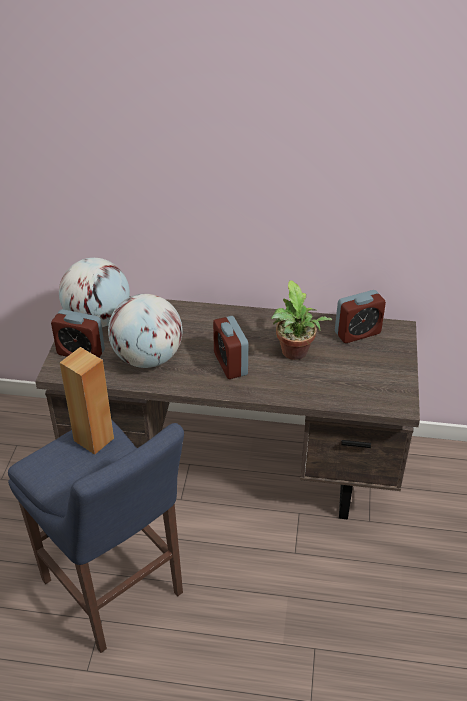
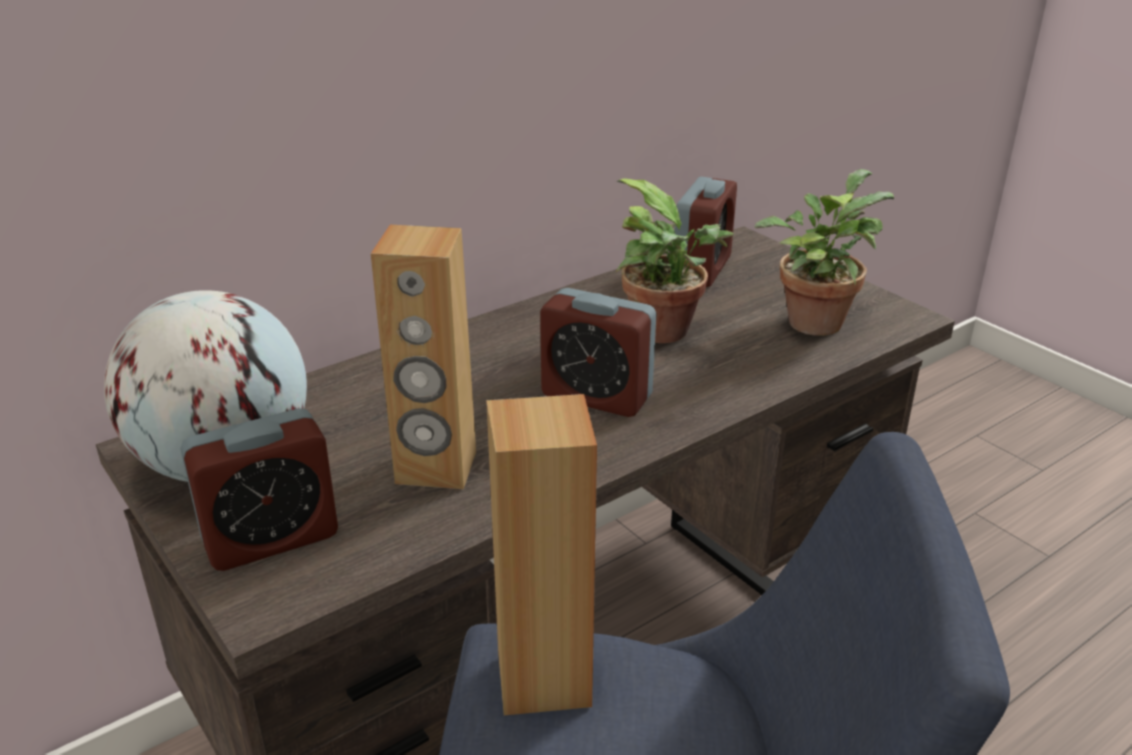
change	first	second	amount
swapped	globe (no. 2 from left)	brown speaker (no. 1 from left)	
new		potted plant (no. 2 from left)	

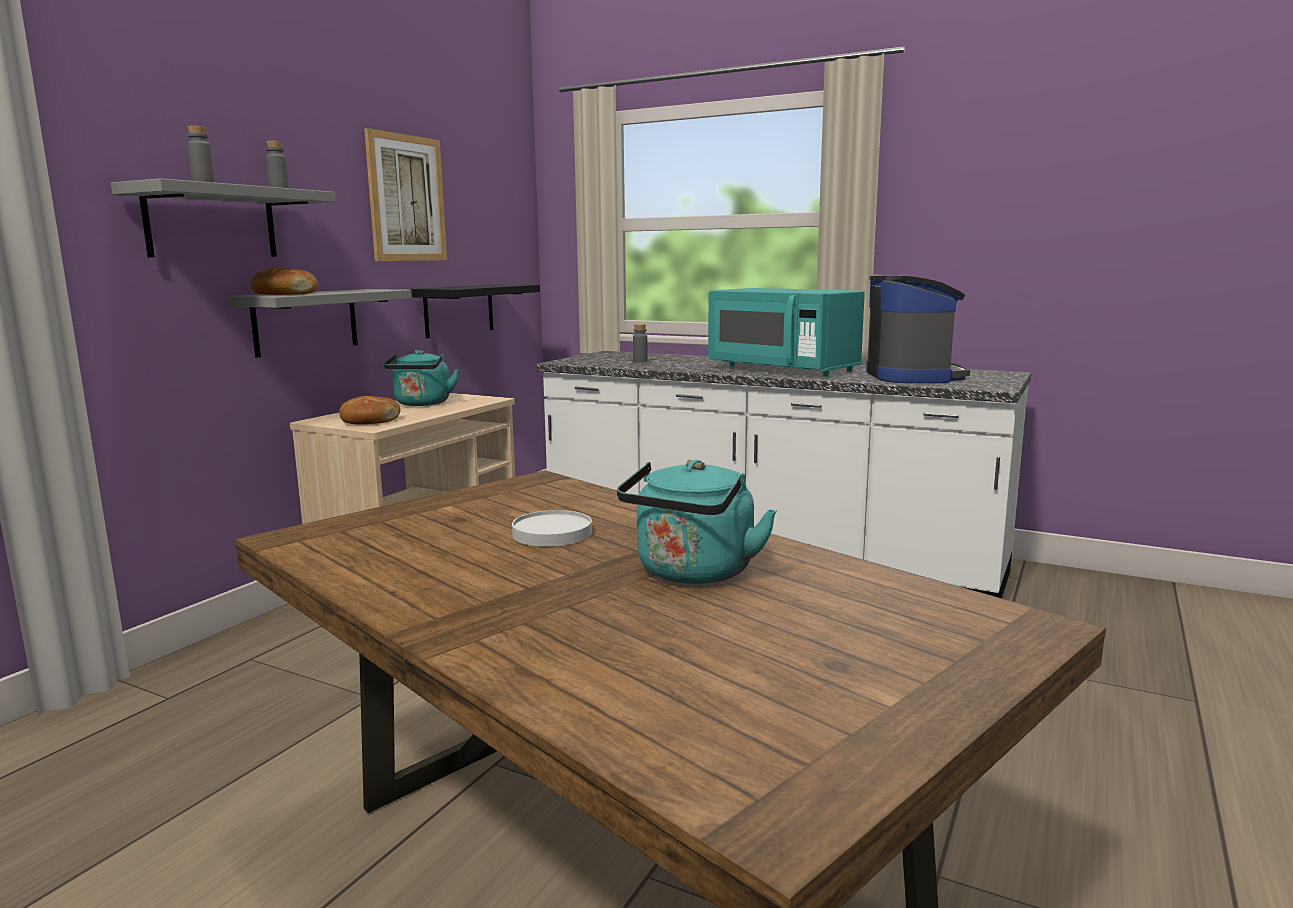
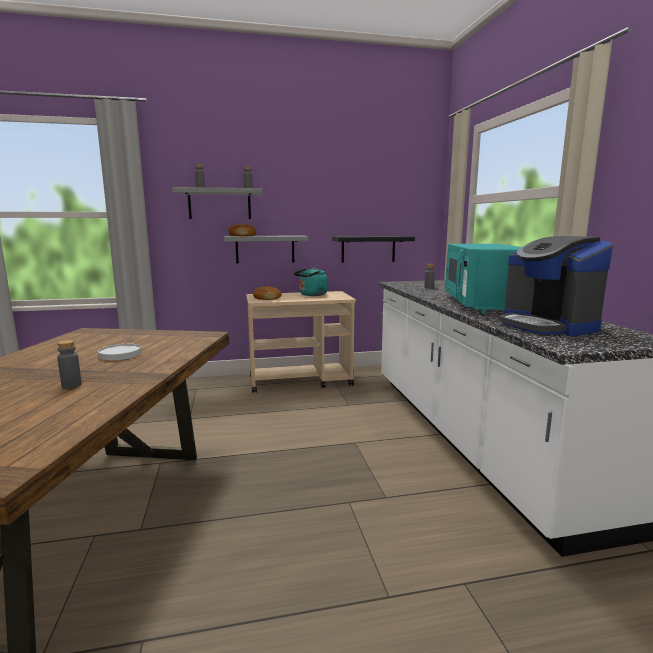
change	first	second	amount
gone	picture		
swapped	turquoise kettle (no. 2 from left)	grey bottle (no. 1 from left)	
rotated	coffee machine		105 degrees clockwise

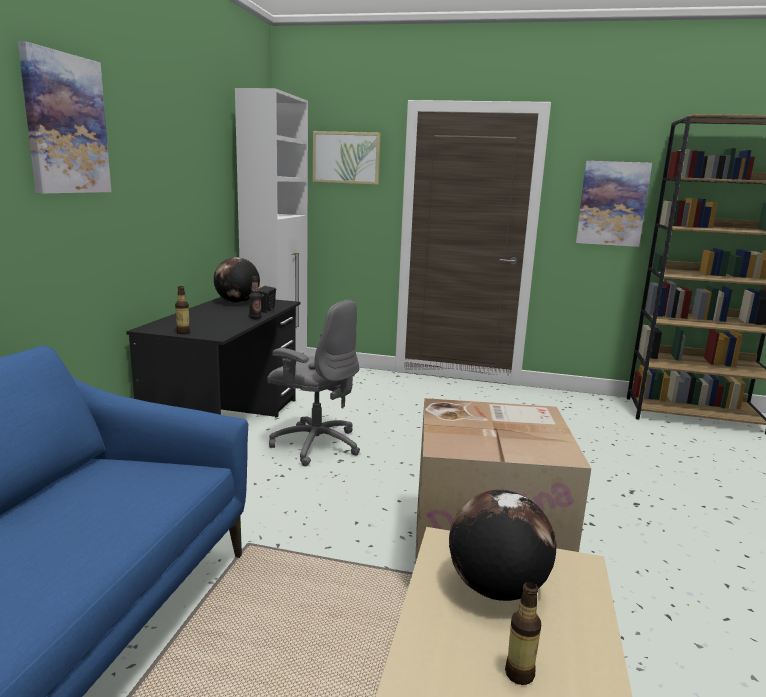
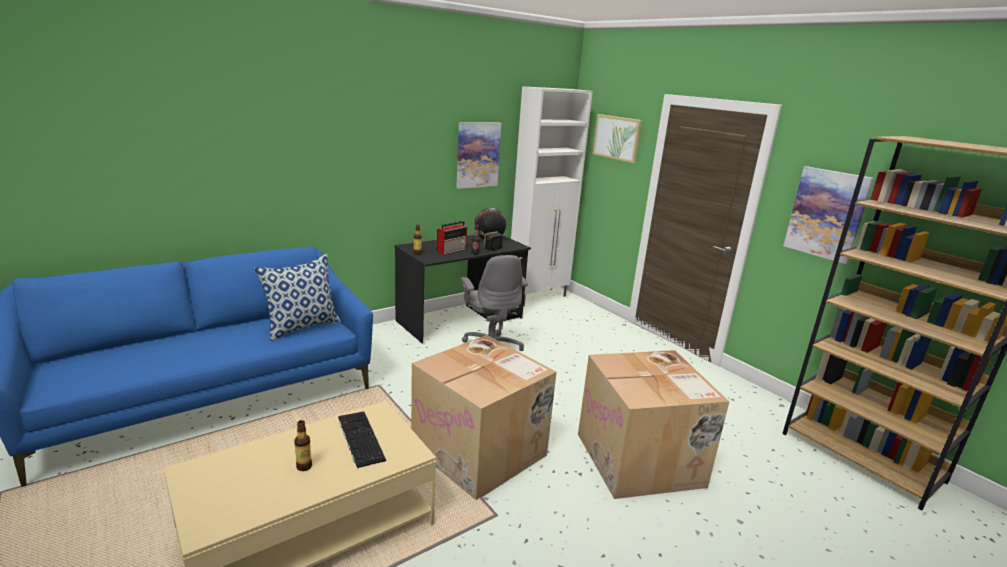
change	first	second	amount
shifted	picture (no. 1 from left)		
swapped	globe (no. 2 from left)	keyboard	
new		pillow	
new		radio	
new		cardboard box (no. 2 from left)	

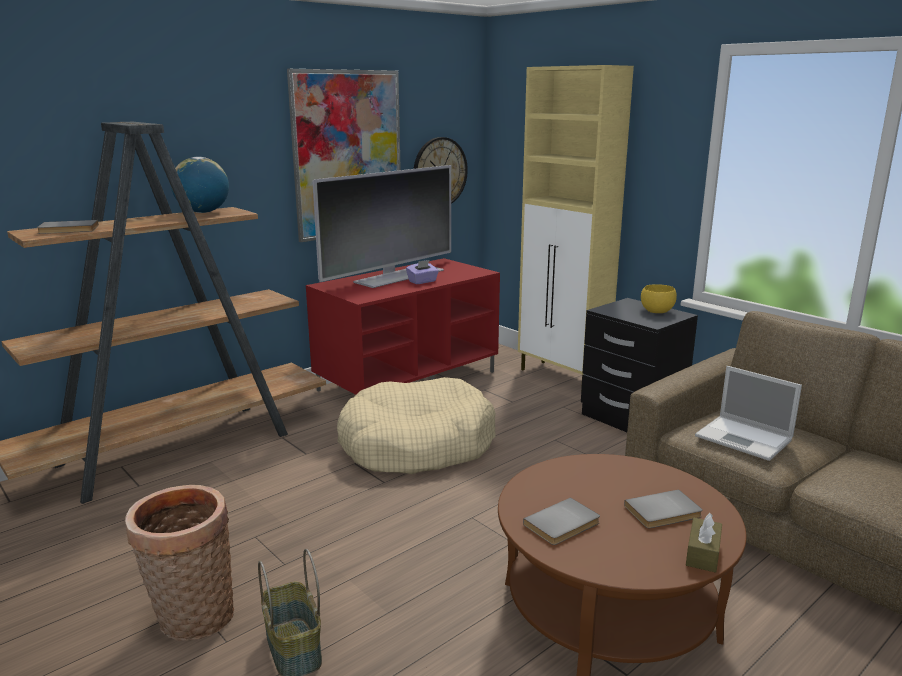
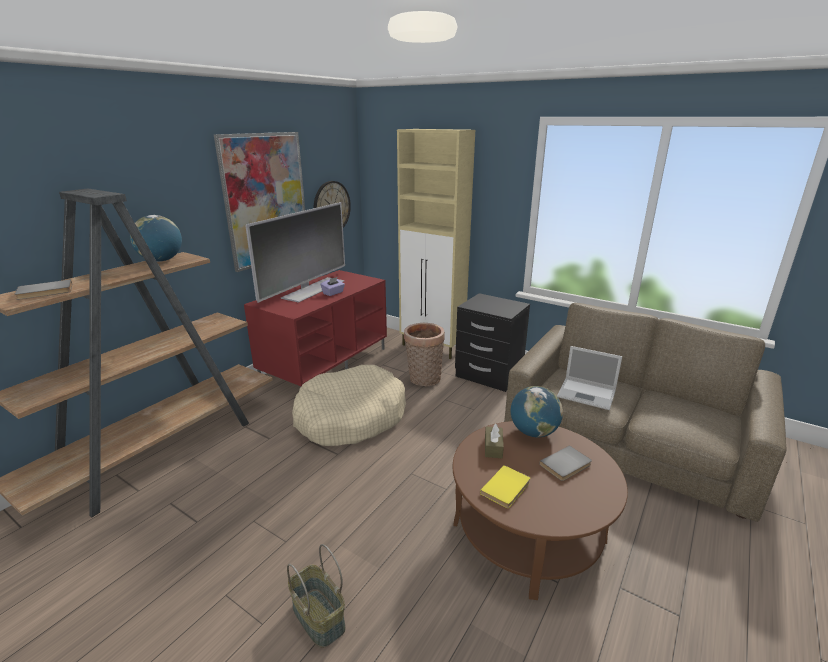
change	first	second	amount
shifted	basket (no. 1 from left in the first image)	basket (no. 2 from left)	
repainted	grey book (no. 2 from left)	yellow book	
gone	yellow bowl		
shifted	brown tissue box		
new		globe (no. 2 from left)	

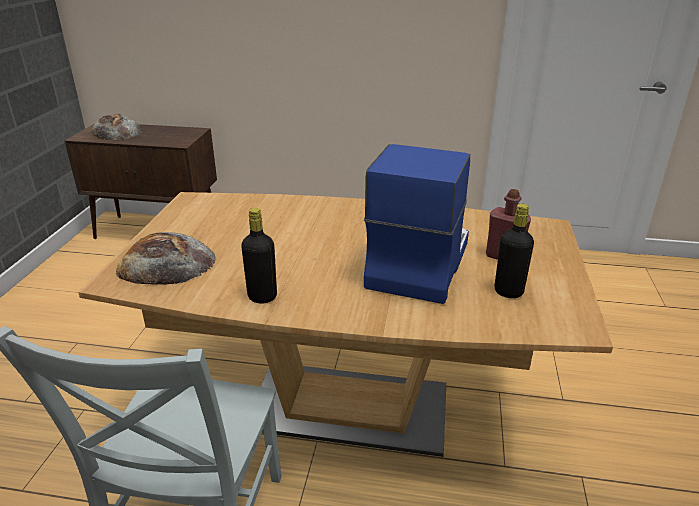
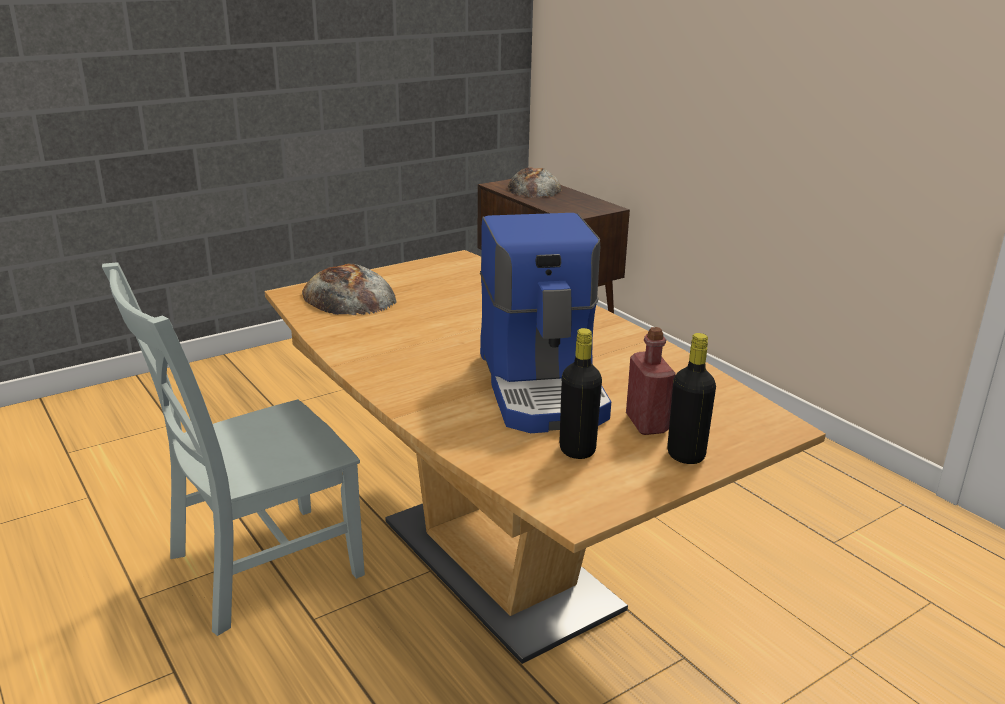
change	first	second	amount
shifted	black bottle (no. 1 from left in the first image)	black bottle (no. 2 from left)	
rotated	coffee machine		105 degrees clockwise

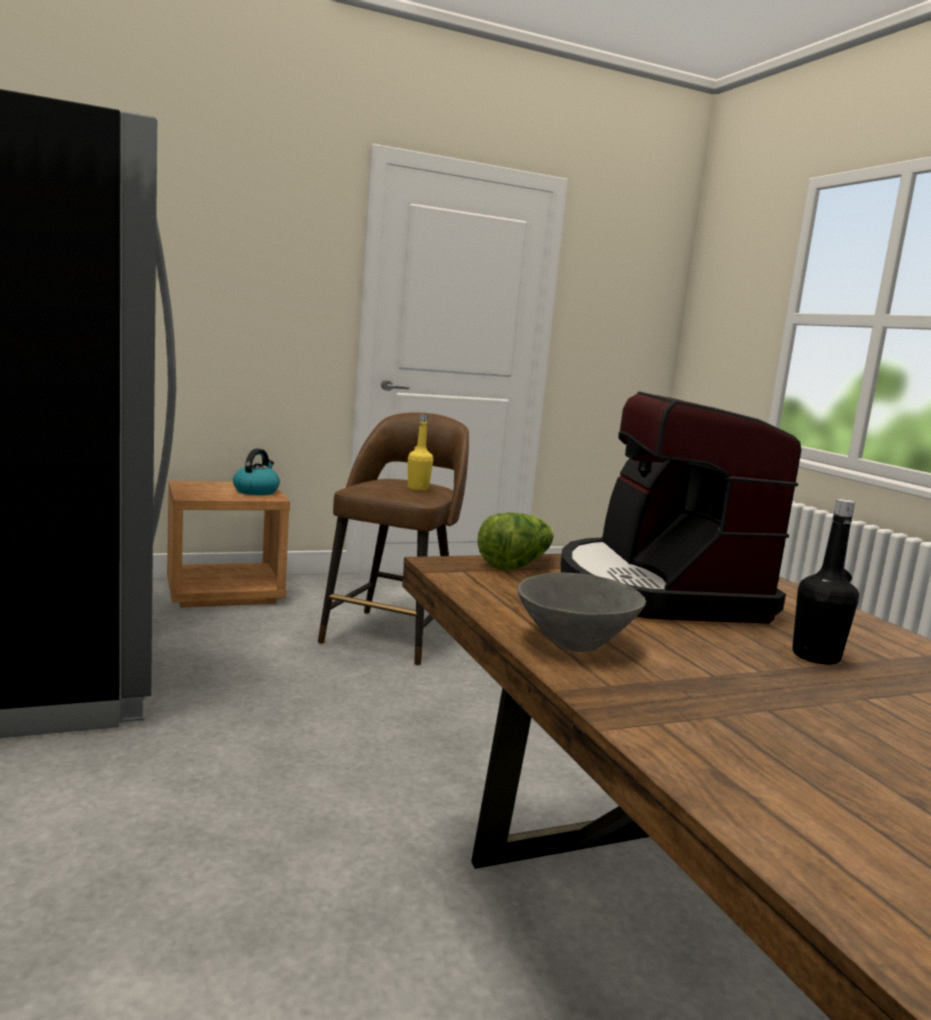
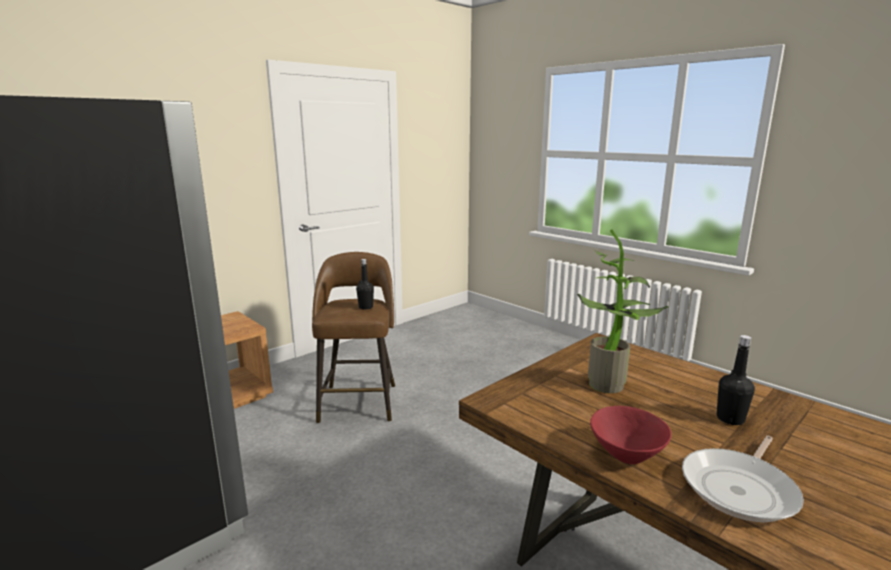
change	first	second	amount
gone	kettle		
repainted	yellow bottle	black bottle (no. 1 from left)	
gone	lettuce		
repainted	grey bowl	red bowl	
swapped	coffee machine	potted plant	
new		frying pan	

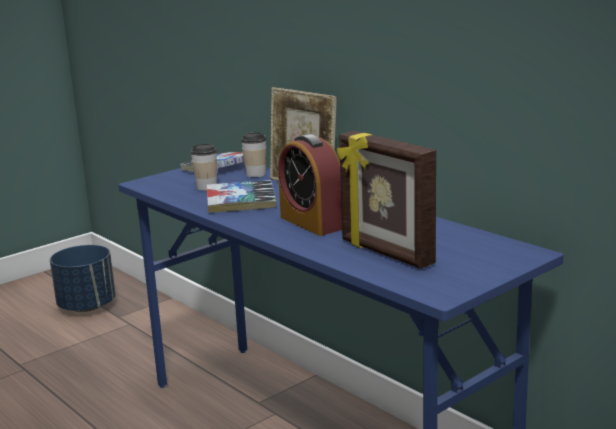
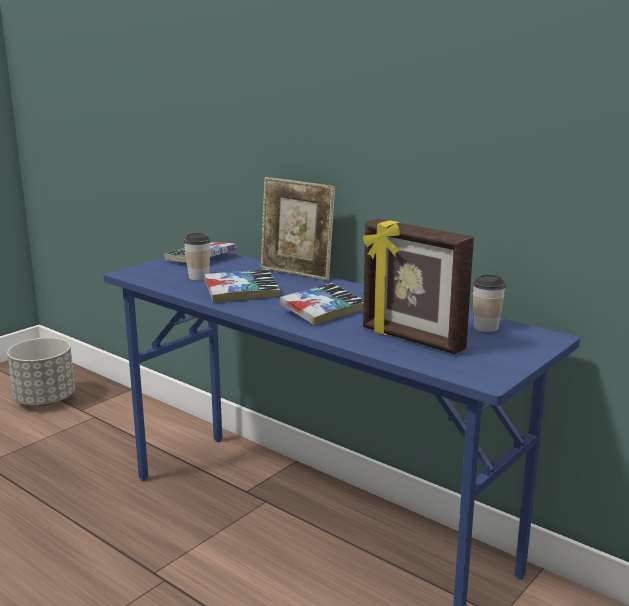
change	first	second	amount
repainted	blue planter	grey planter	
shifted	cup (no. 2 from left)		
swapped	alarm clock	book (no. 3 from left)	

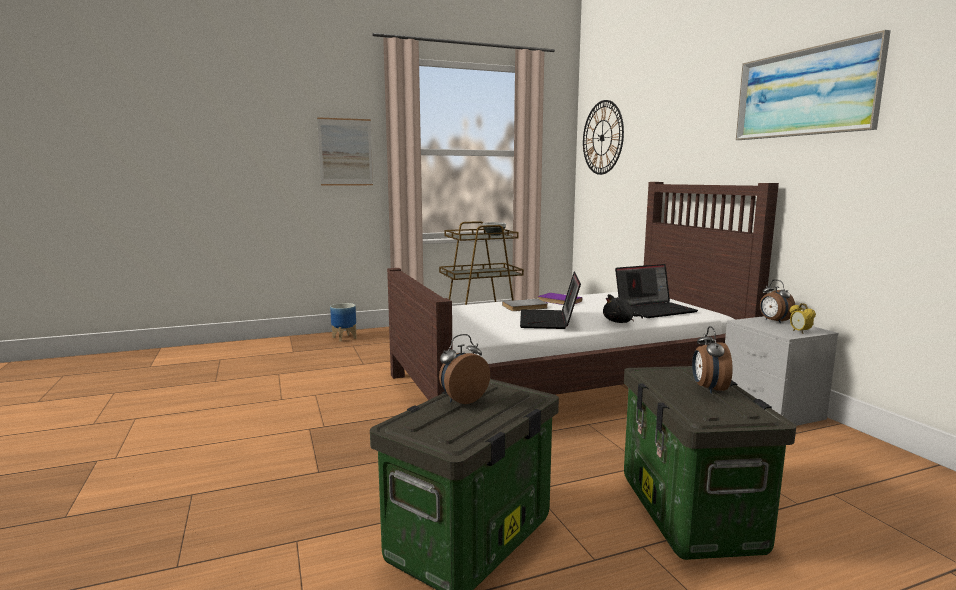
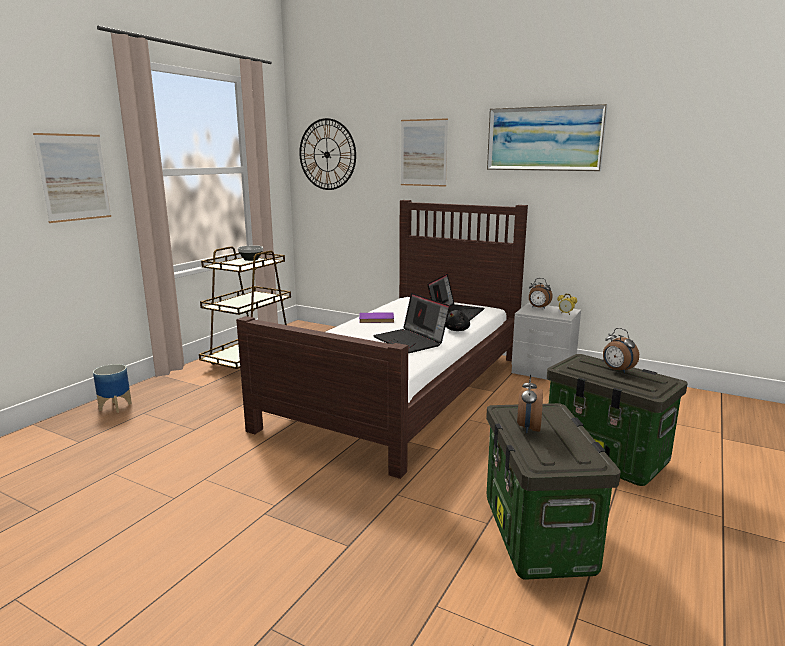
change	first	second	amount
gone	grey book		
new		picture (no. 2 from left)	

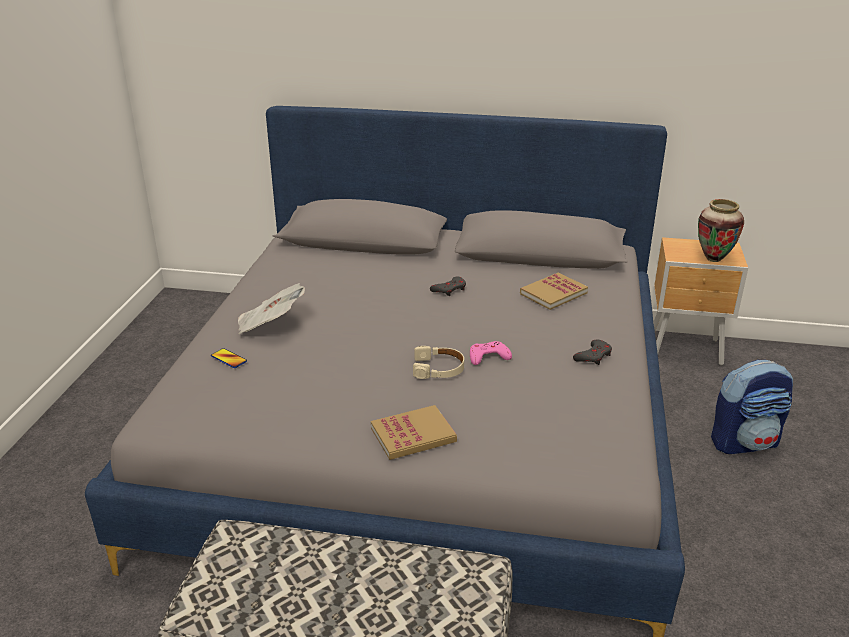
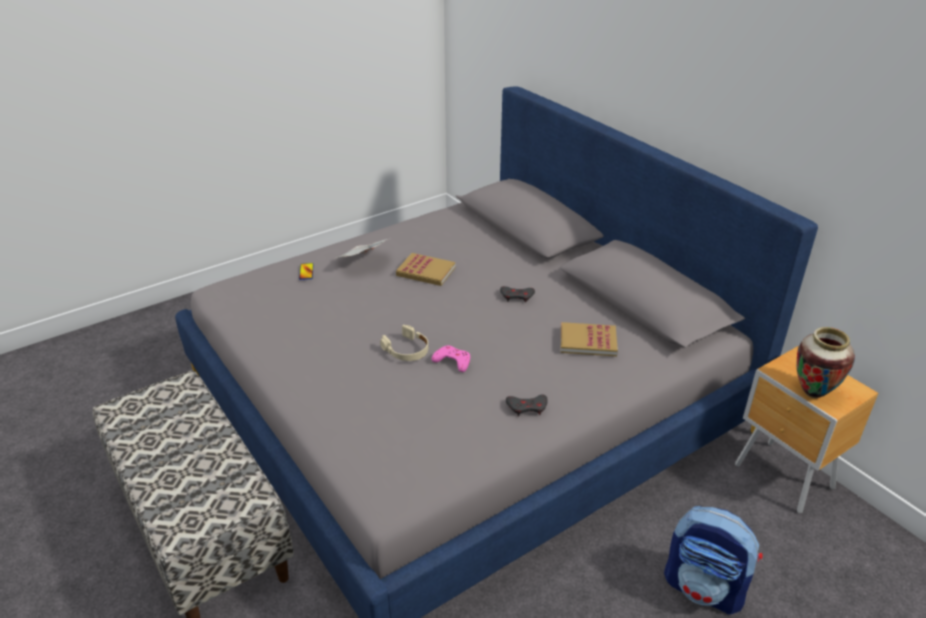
change	first	second	amount
shifted	book (no. 1 from left)		

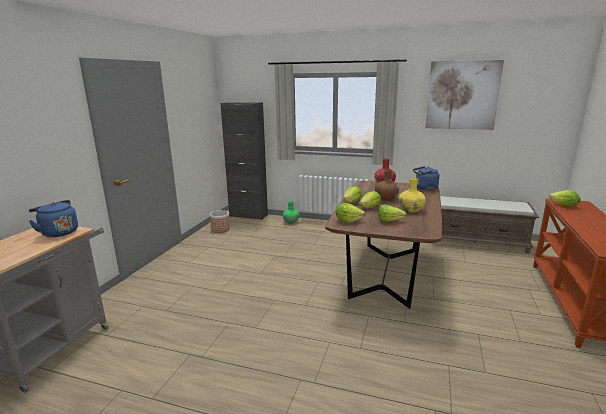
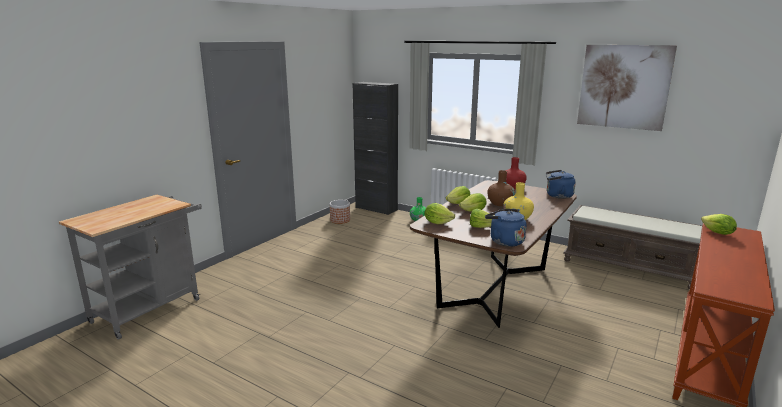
change	first	second	amount
shifted	blue kettle (no. 1 from left)		

